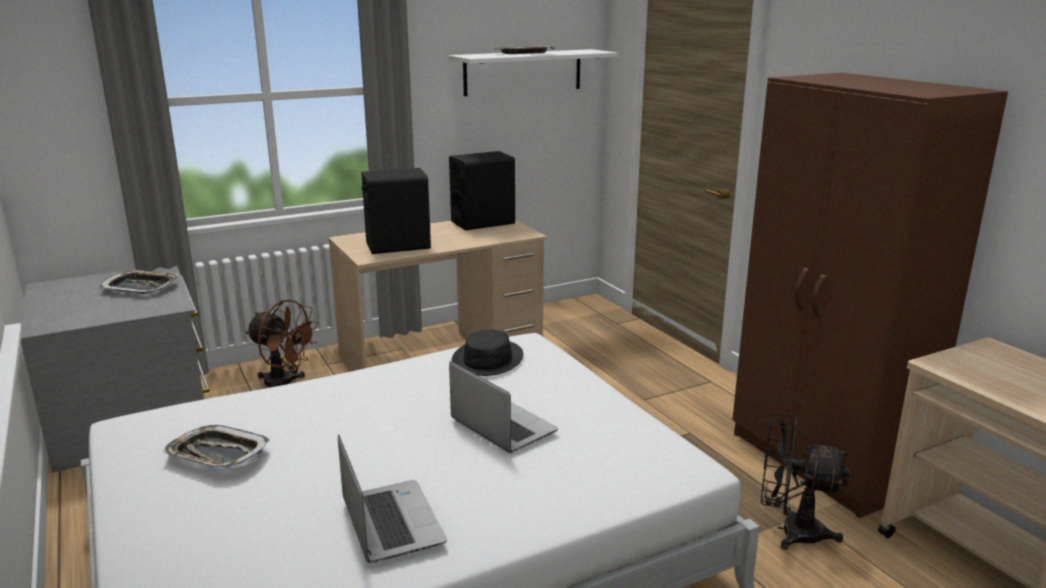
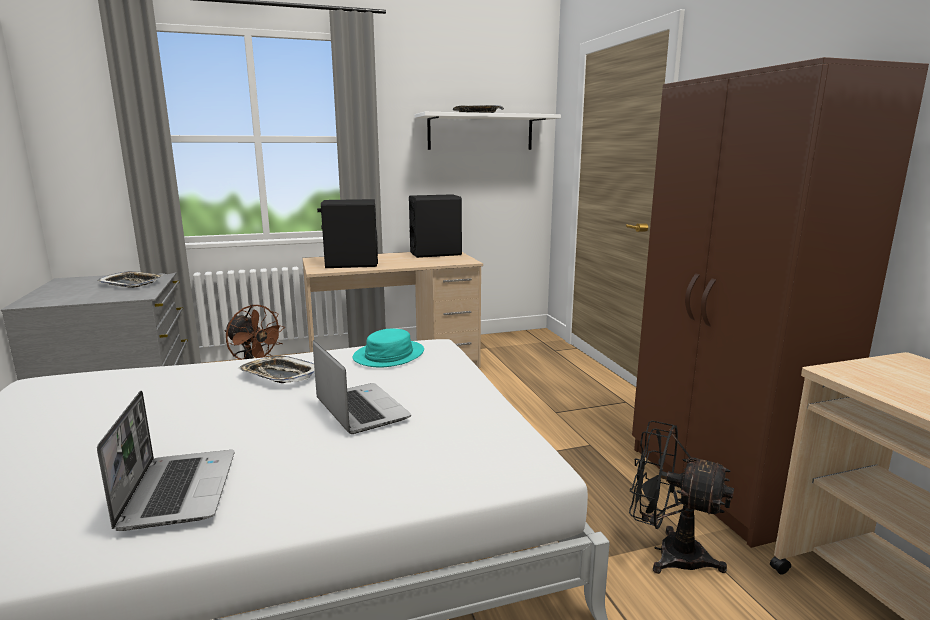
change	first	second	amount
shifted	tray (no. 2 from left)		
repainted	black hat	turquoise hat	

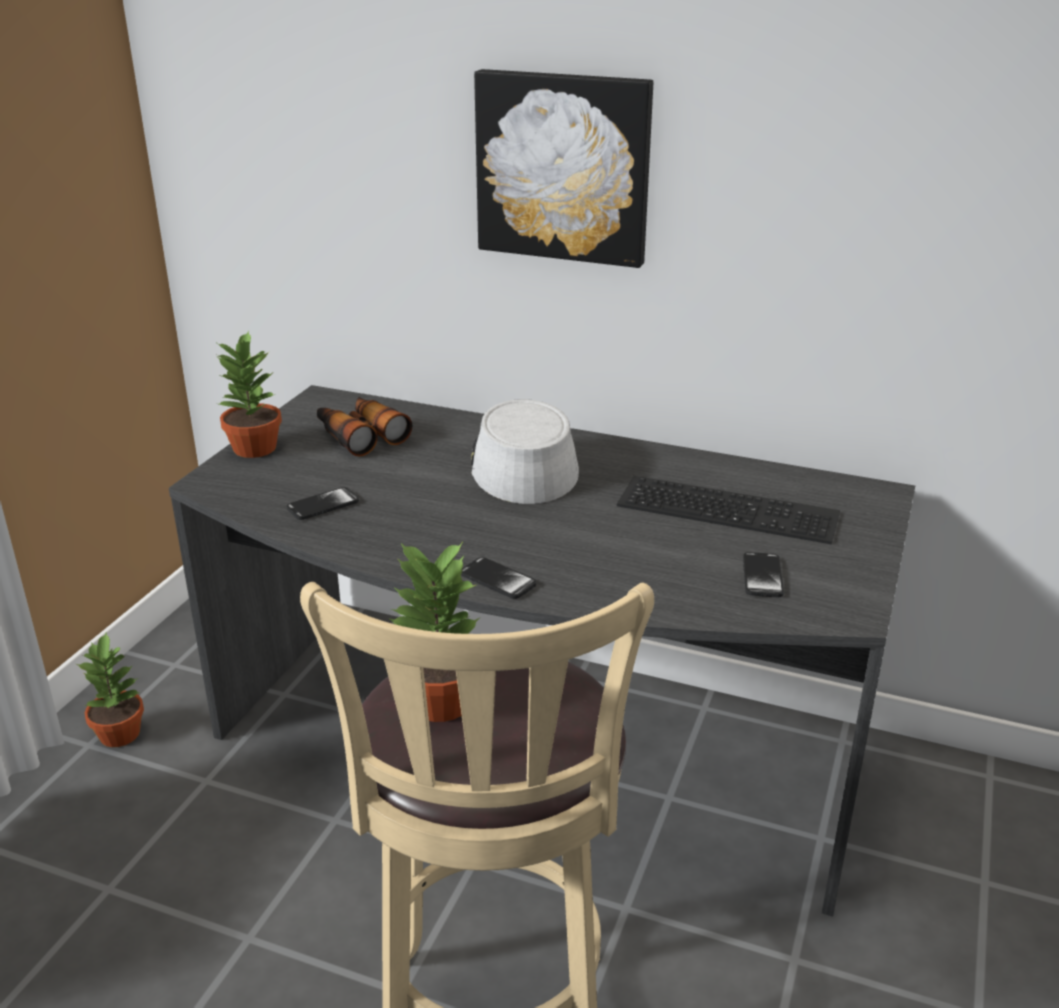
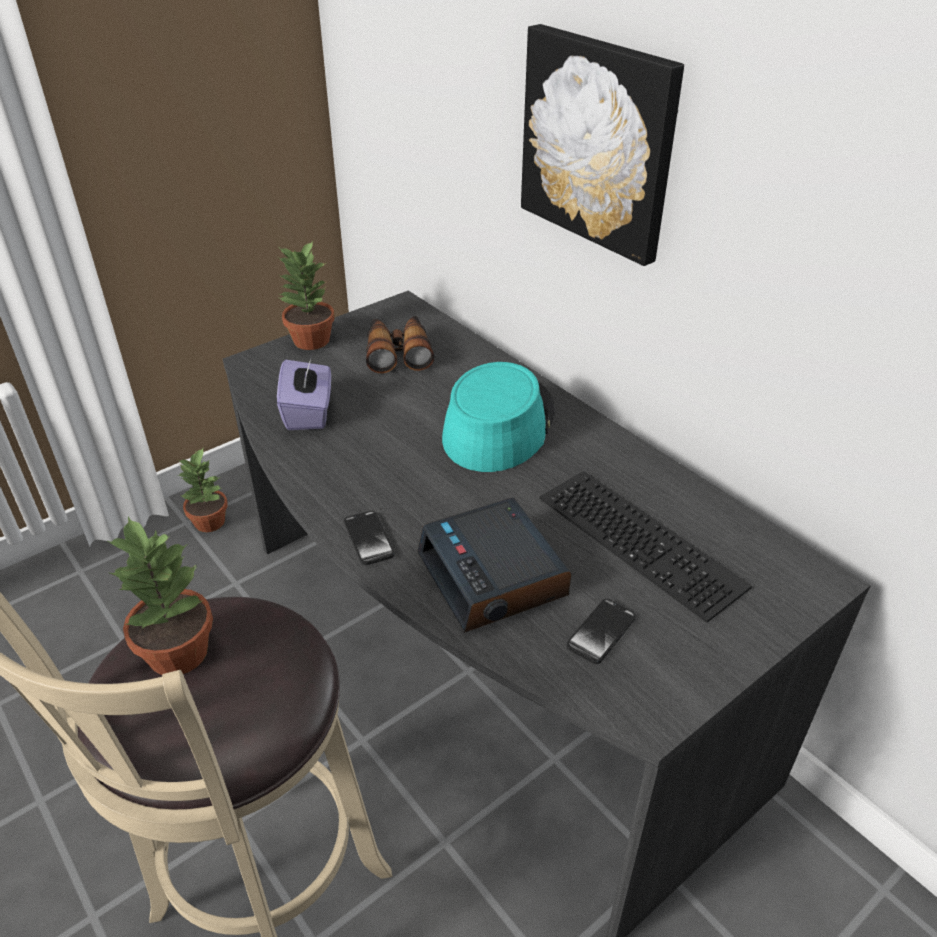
change	first	second	amount
swapped	phone (no. 1 from left)	purple tissue box	
repainted	grey hat	turquoise hat	
new		alarm clock	

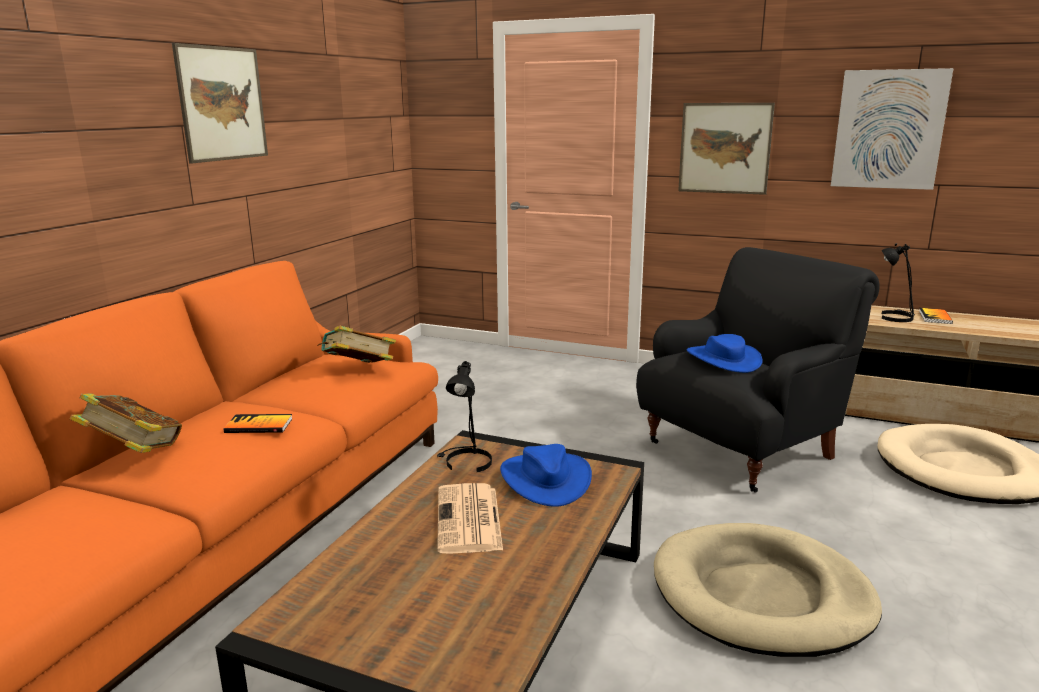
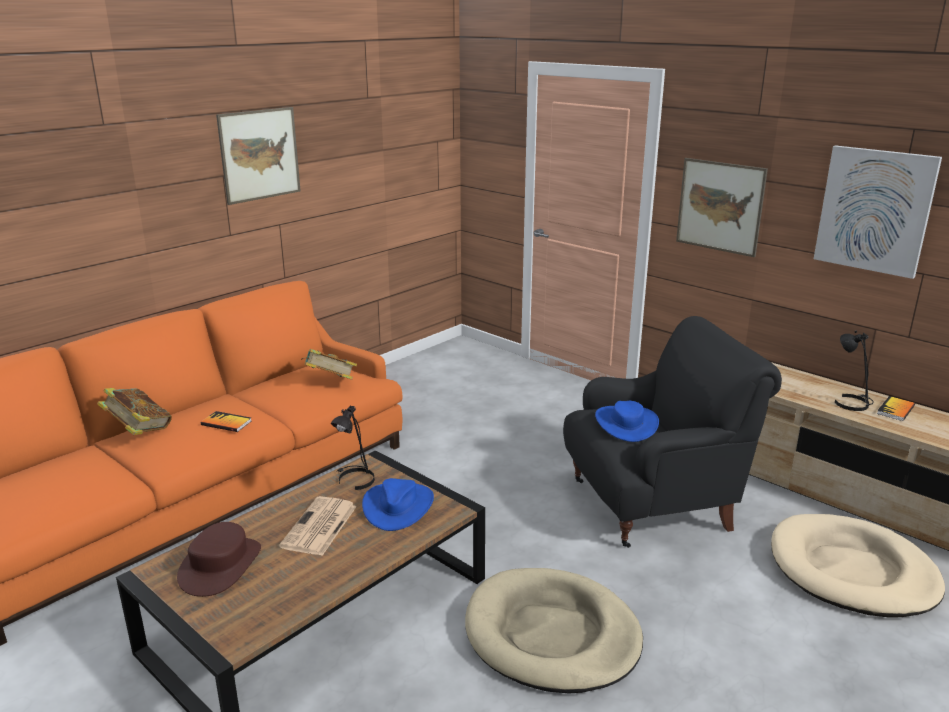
change	first	second	amount
new		brown hat	

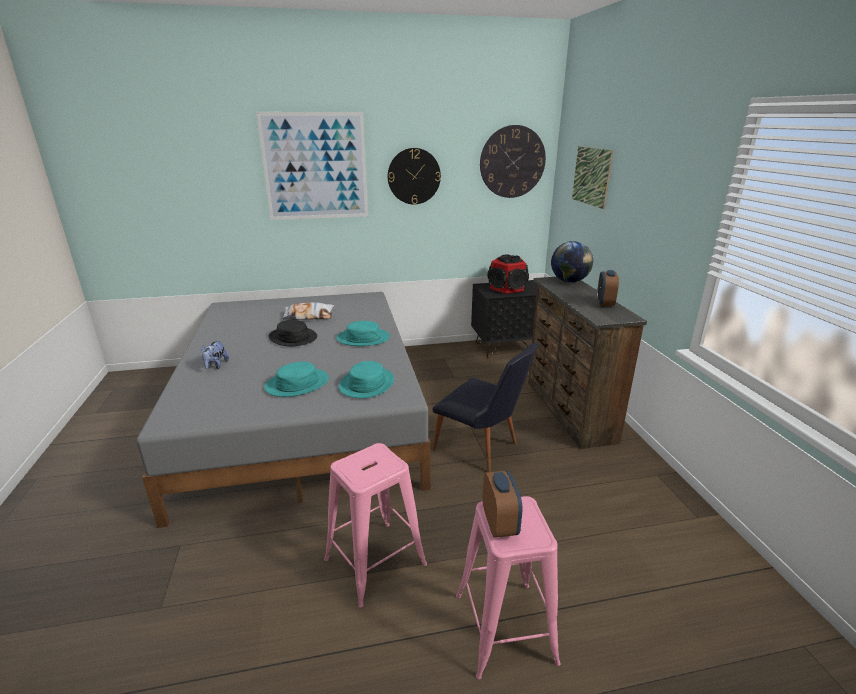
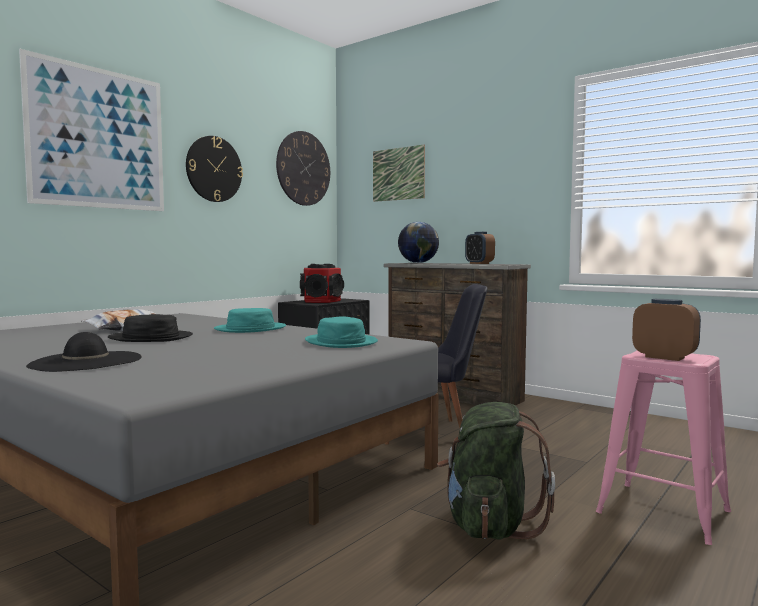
change	first	second	amount
swapped	plush toy	black hat (no. 1 from left)	
gone	turquoise hat (no. 1 from left)		
swapped	pink stool (no. 1 from left)	green backpack	

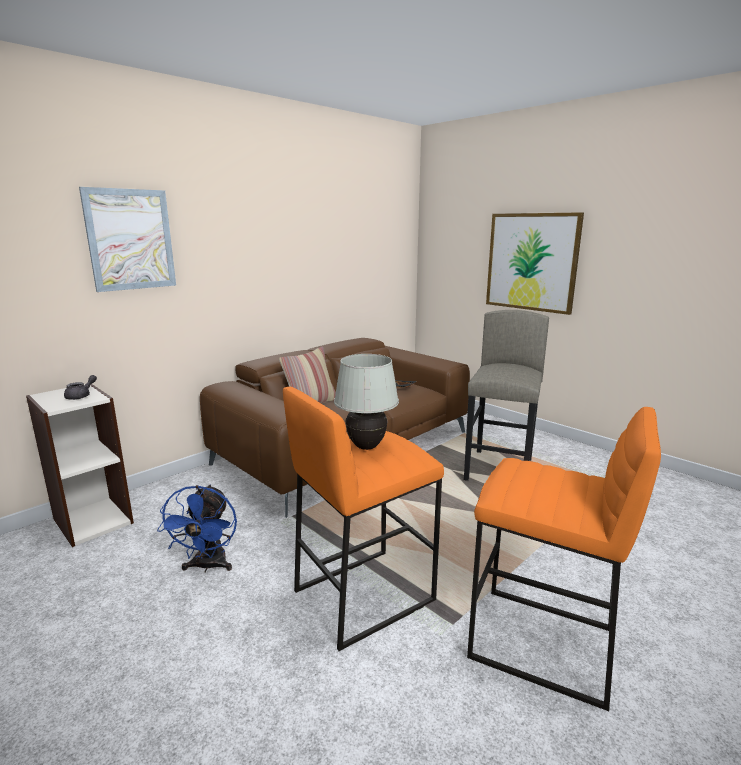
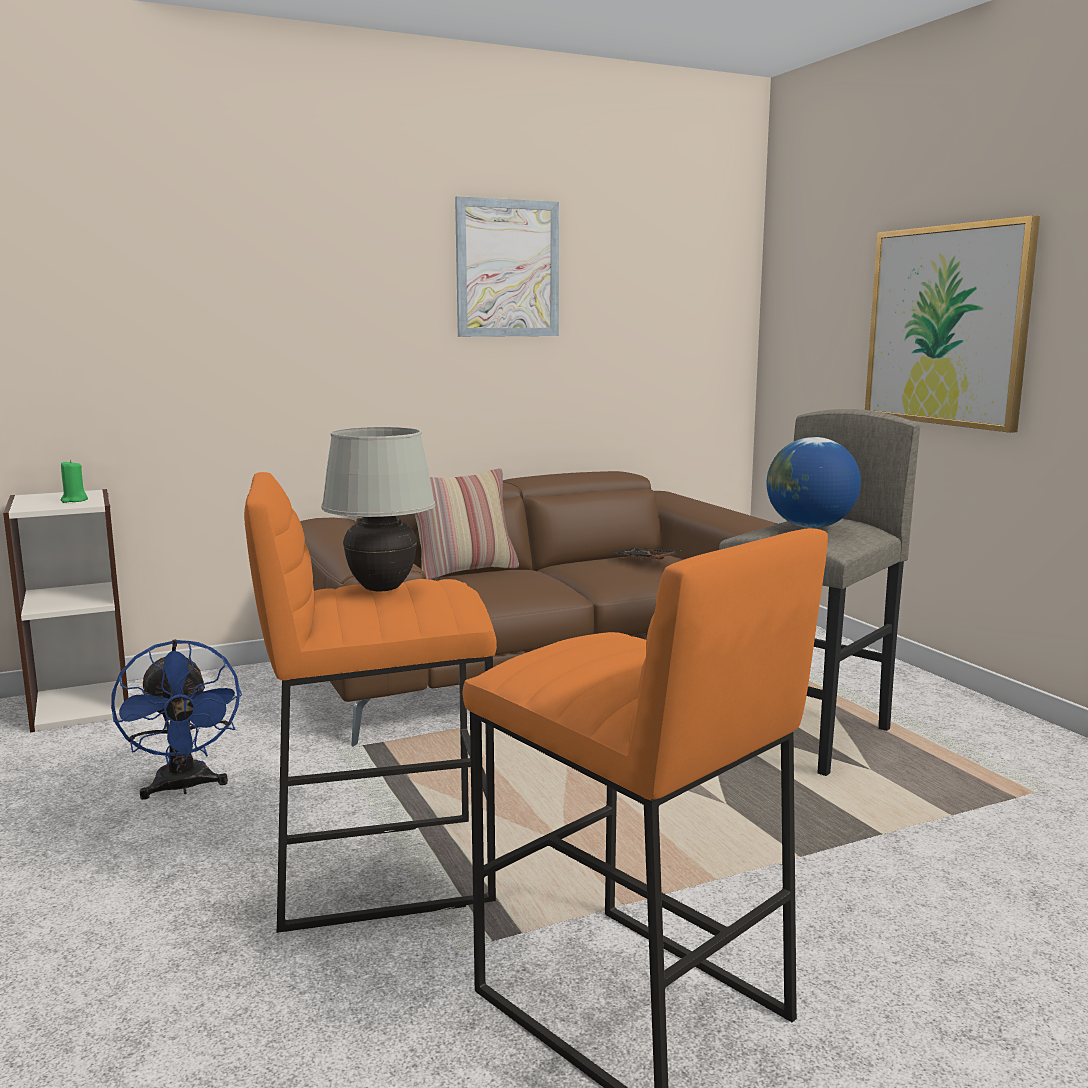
change	first	second	amount
swapped	grey teapot	green candle	
shifted	picture (no. 1 from left)		
rotated	blue fan		45 degrees counterclockwise
new		globe	

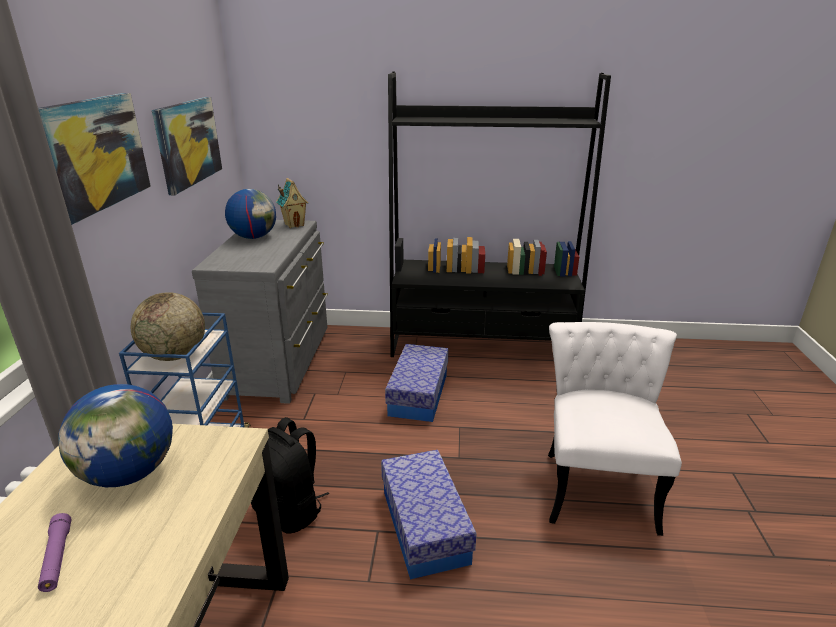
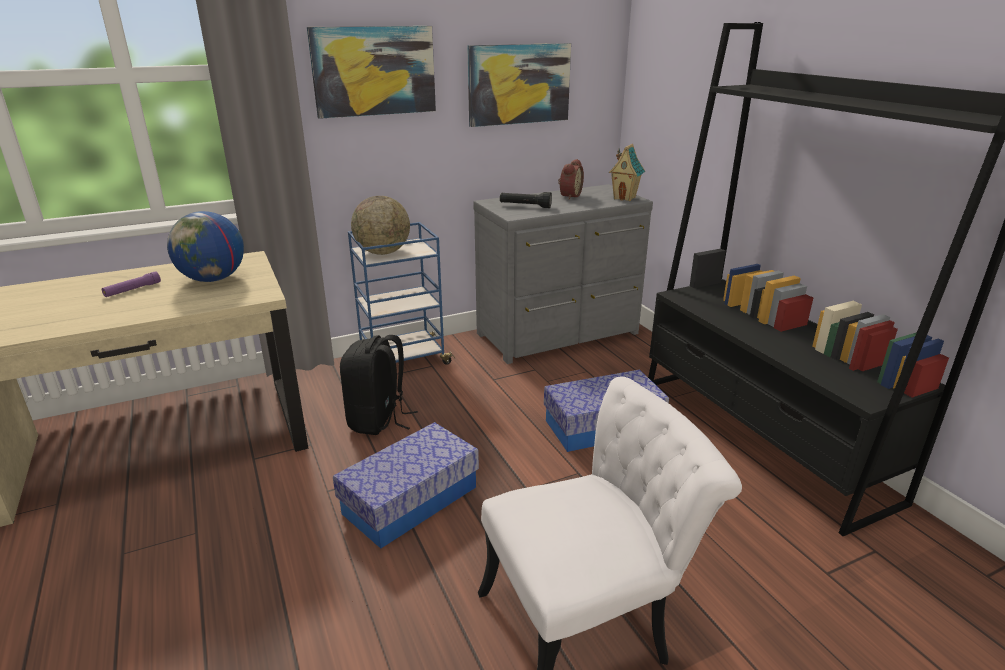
change	first	second	amount
swapped	globe (no. 3 from left)	alarm clock	
new		black flashlight	

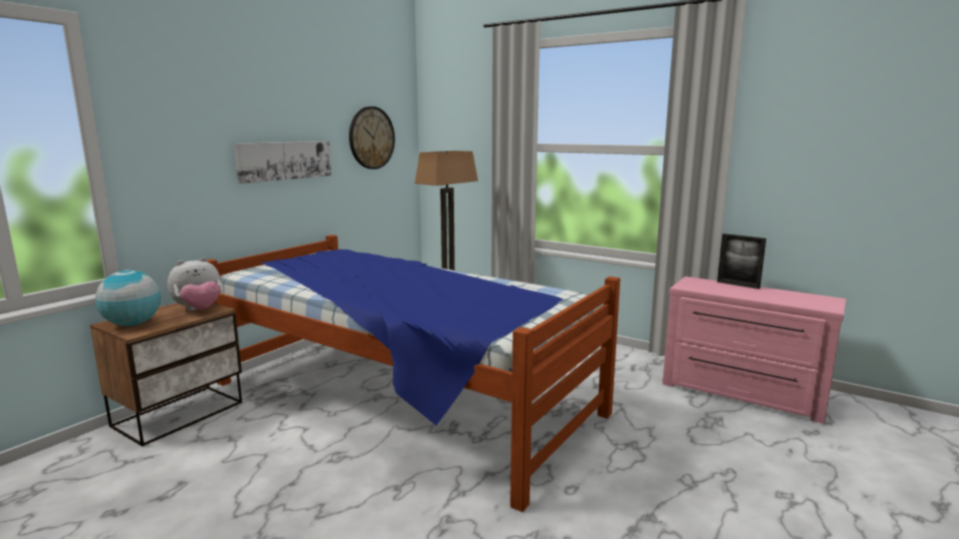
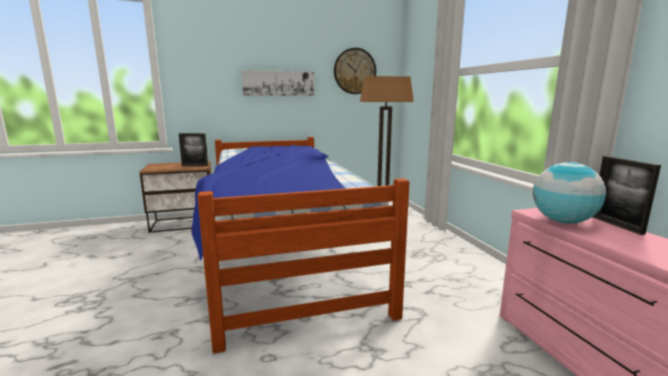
change	first	second	amount
shifted	globe		
swapped	plush toy	picture frame (no. 1 from left)	

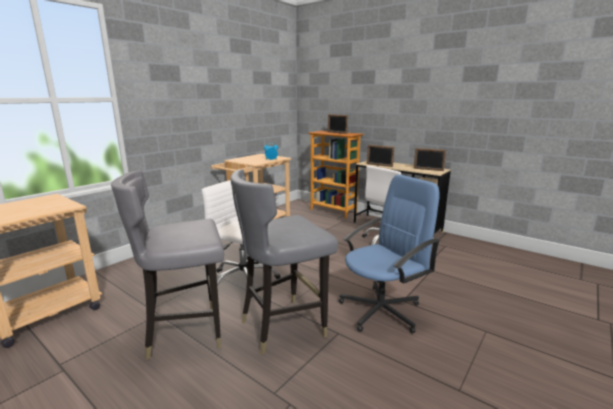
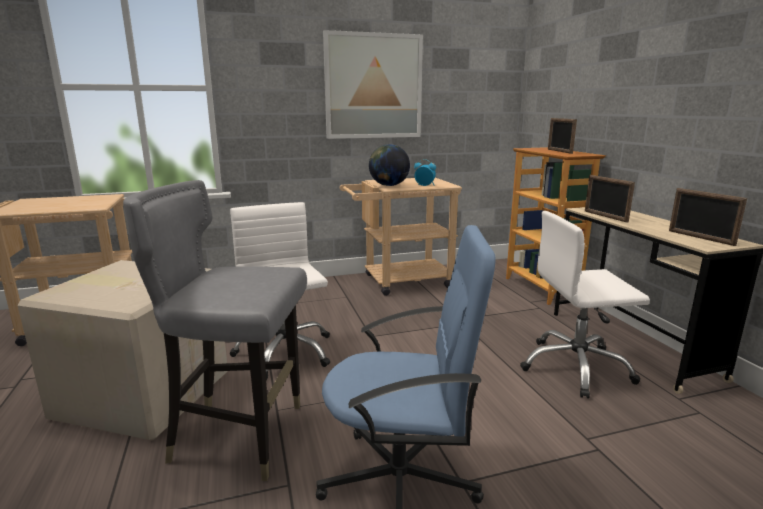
change	first	second	amount
swapped	grey chair (no. 1 from left)	cardboard box	
new		picture	
new		globe	

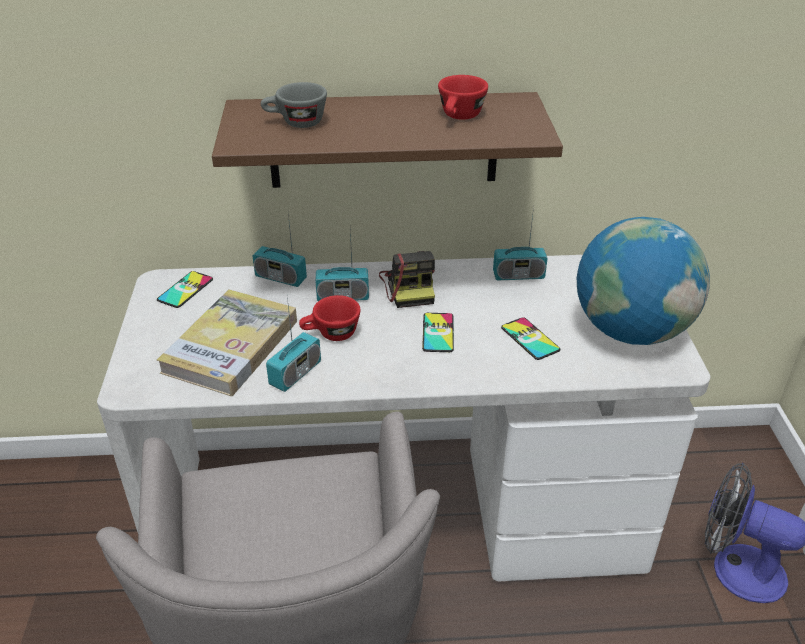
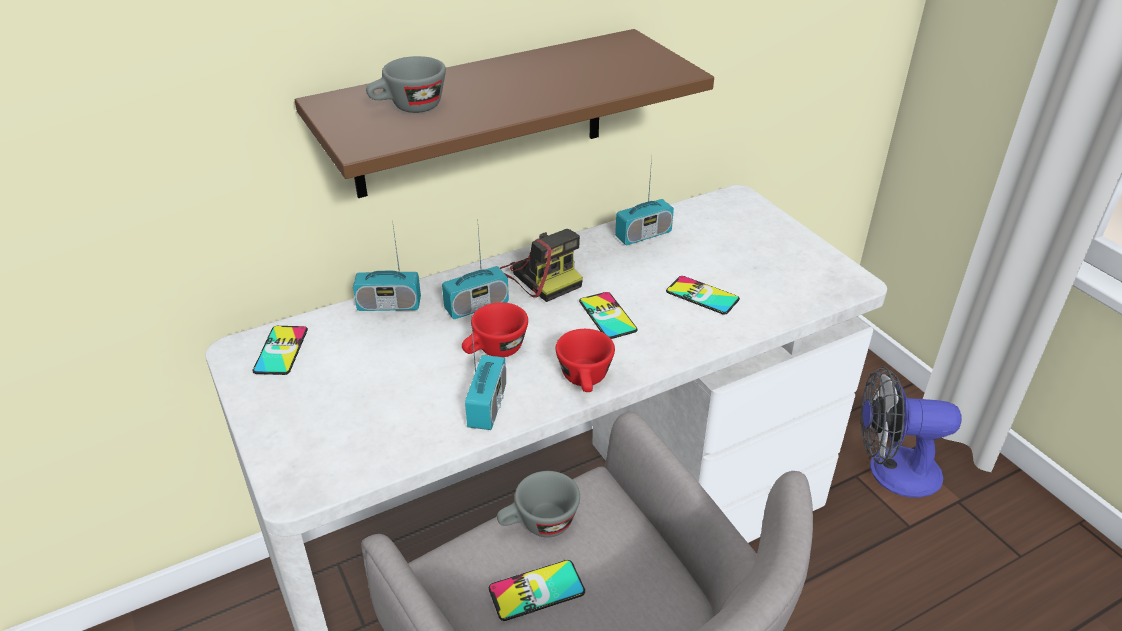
change	first	second	amount
gone	book		
shifted	red cup (no. 2 from left)		
gone	globe		
new		phone (no. 2 from left)	
new		grey cup (no. 2 from left)	

